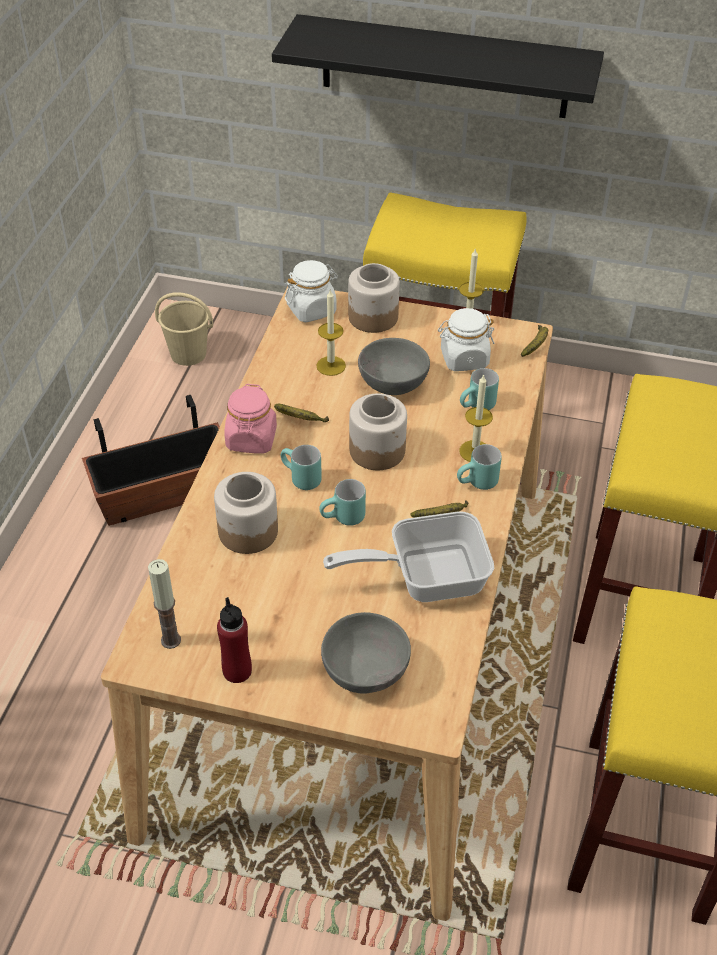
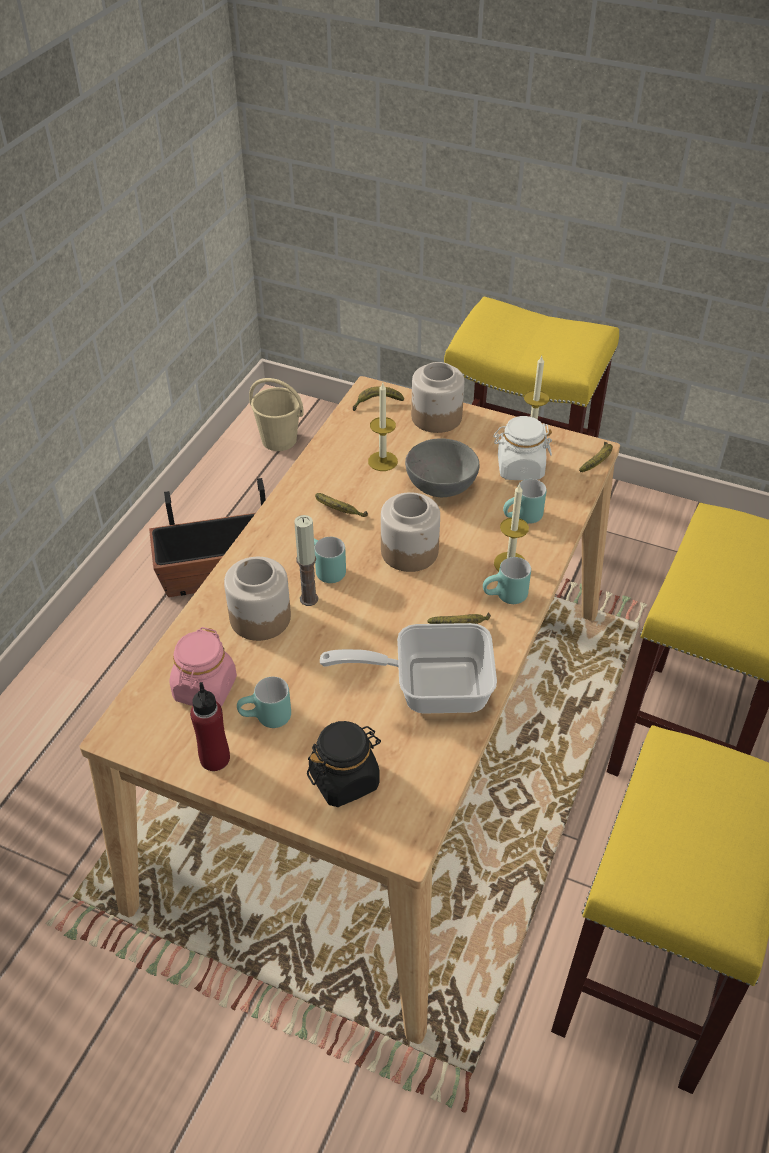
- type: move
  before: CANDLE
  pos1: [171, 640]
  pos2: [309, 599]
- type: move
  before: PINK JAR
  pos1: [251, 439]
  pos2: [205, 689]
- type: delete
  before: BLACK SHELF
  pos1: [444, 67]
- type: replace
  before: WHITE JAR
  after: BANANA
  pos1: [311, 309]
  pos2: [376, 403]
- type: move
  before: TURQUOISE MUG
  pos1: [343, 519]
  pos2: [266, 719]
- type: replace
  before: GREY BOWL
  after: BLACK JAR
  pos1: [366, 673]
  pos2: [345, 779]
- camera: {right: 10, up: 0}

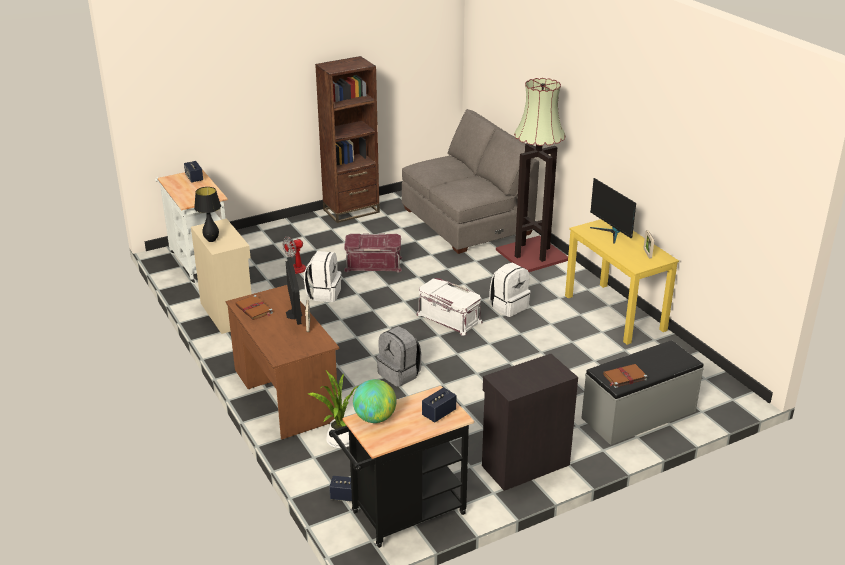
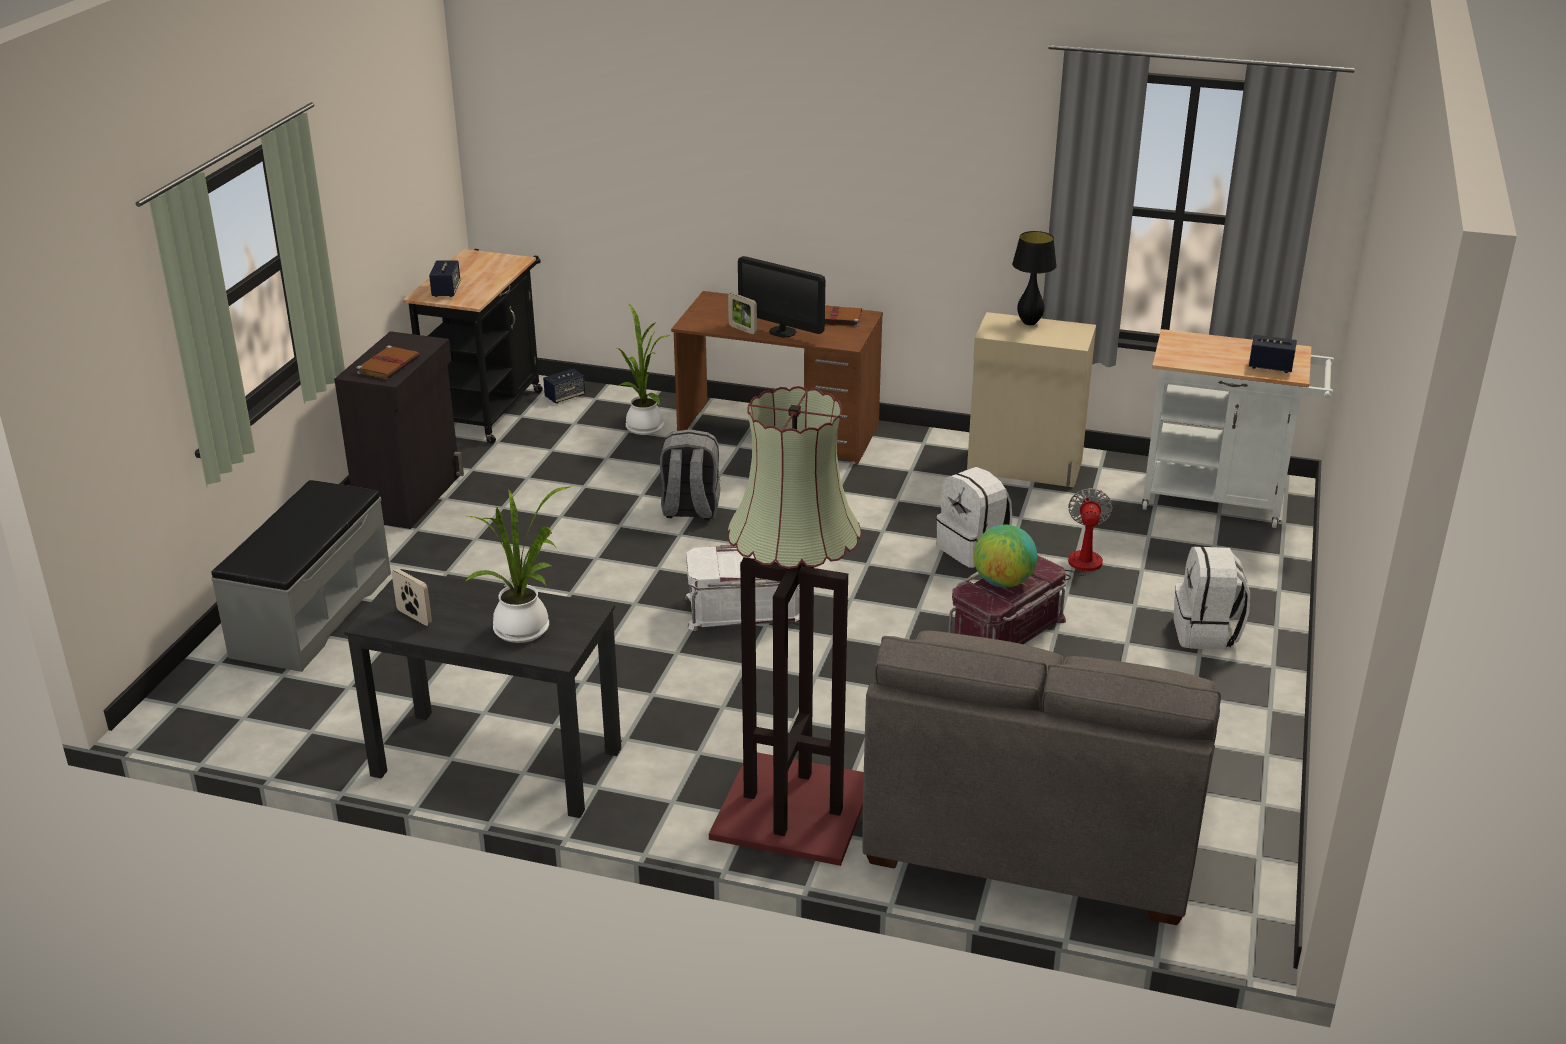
- type: delete
  before: BROWN BOOKCASE
  pos1: [351, 211]
- type: move
  before: GLOBE
  pos1: [375, 418]
  pos2: [1003, 582]
- type: move
  before: WHITE BACKPACK
  pos1: [509, 306]
  pos2: [1206, 633]
- type: recolor
  before: YELLOW DESK
  after: BLACK DESK
  pos1: [615, 313]
  pos2: [496, 762]
- type: replace
  before: MONITOR
  after: POTTED PLANT
  pos1: [611, 232]
  pos2: [526, 630]
- type: move
  before: BROWN BOOK
  pos1: [624, 377]
  pos2: [389, 365]
- camera: {right: 135, up: 0}

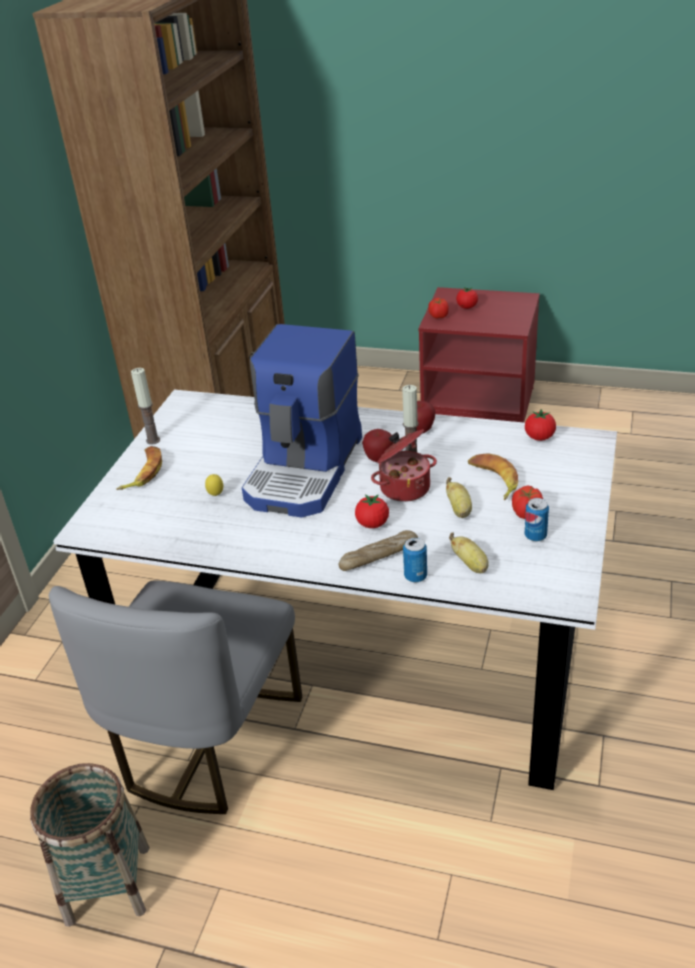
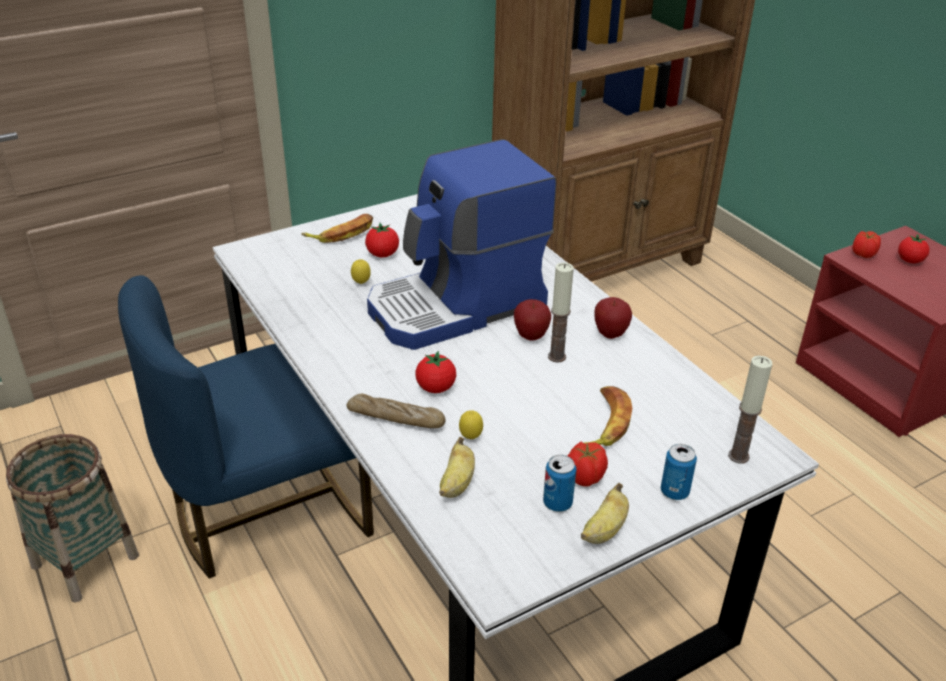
- type: recolor
  before: GREY CHAIR
  after: BLUE CHAIR
  pos1: [206, 741]
  pos2: [267, 511]
- type: move
  before: CANDLE
  pos1: [153, 440]
  pos2: [738, 456]
- type: delete
  before: COOKING POT
  pos1: [404, 487]
- type: move
  before: CAN
  pos1: [415, 576]
  pos2: [674, 491]
- type: move
  before: BANANA
  pos1: [459, 510]
  pos2: [604, 530]
- type: move
  before: TOMATO
  pos1: [539, 437]
  pos2: [382, 254]
- type: insert
  after: LEMON
  pos2: [470, 438]
- camera: {right: 40, up: 0}

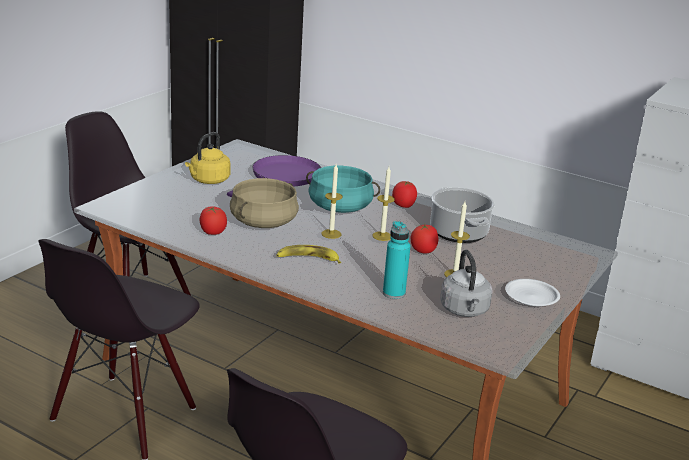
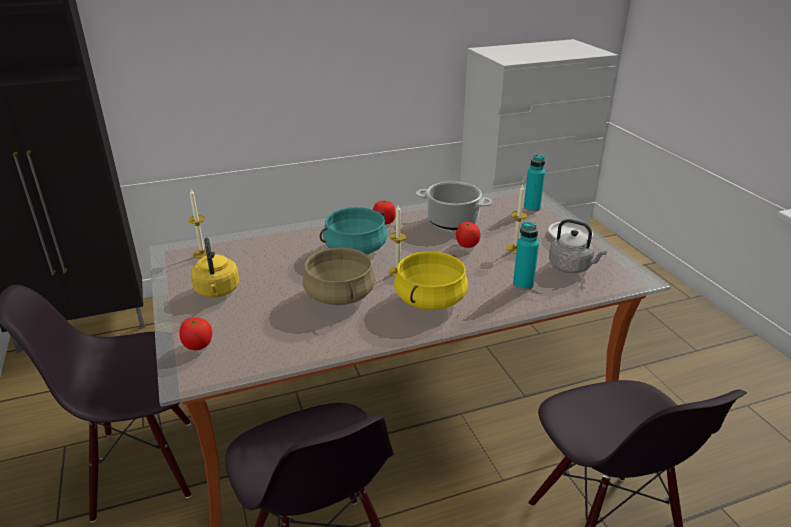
- type: move
  before: TOMATO
  pos1: [212, 232]
  pos2: [198, 346]
- type: delete
  before: PURPLE FRYING PAN
  pos1: [283, 177]
- type: replace
  before: BANANA
  after: YELLOW COOKING POT
  pos1: [308, 259]
  pos2: [430, 300]
- type: move
  before: CANDLE
  pos1: [382, 236]
  pos2: [202, 253]
- type: insert
  after: TURQUOISE BOTTLE
  pos2: [532, 208]
- camera: {right: -50, up: 5}

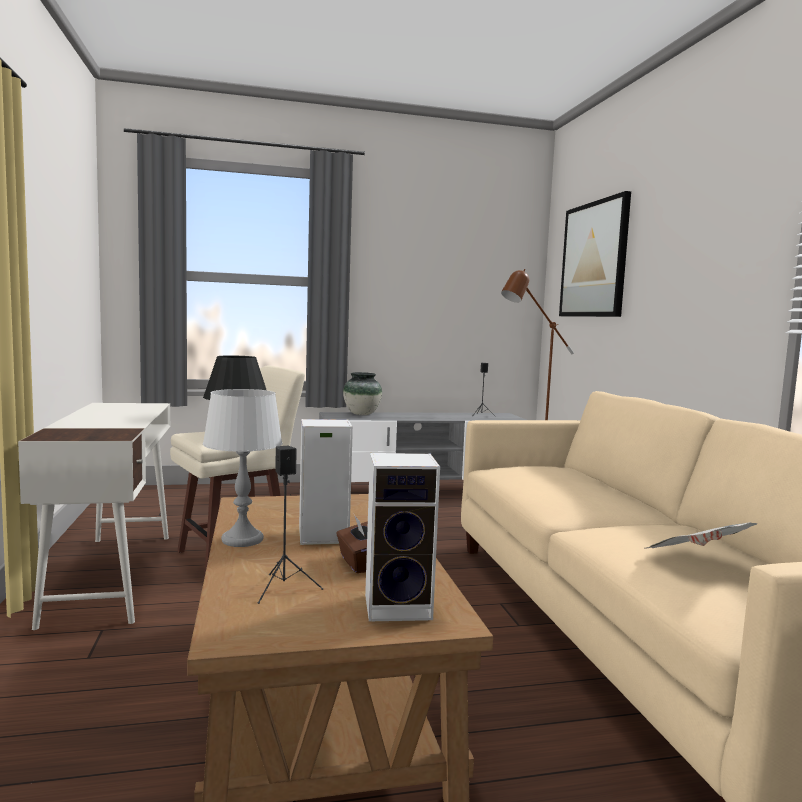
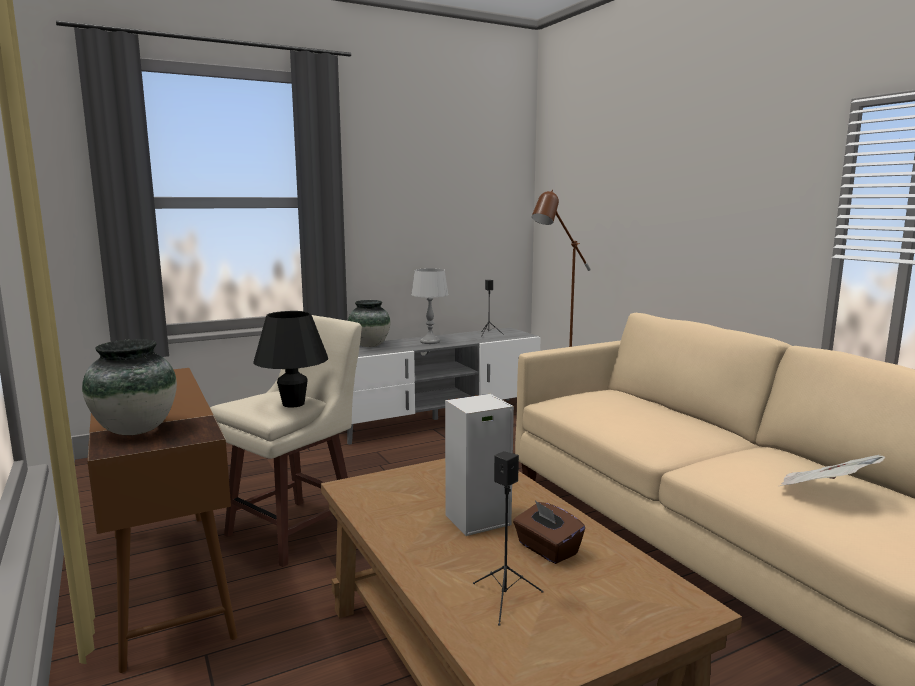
- type: recolor
  before: WHITE DESK
  after: BROWN DESK
  pos1: [112, 575]
  pos2: [168, 580]
- type: move
  before: GREY TABLE LAMP
  pos1: [242, 539]
  pos2: [430, 342]
- type: delete
  before: SPEAKER
  pos1: [400, 606]
- type: delete
  before: PICTURE
  pos1: [594, 260]
- type: insert
  after: VASE
  pos2: [136, 430]
- camera: {right: -15, up: 5}

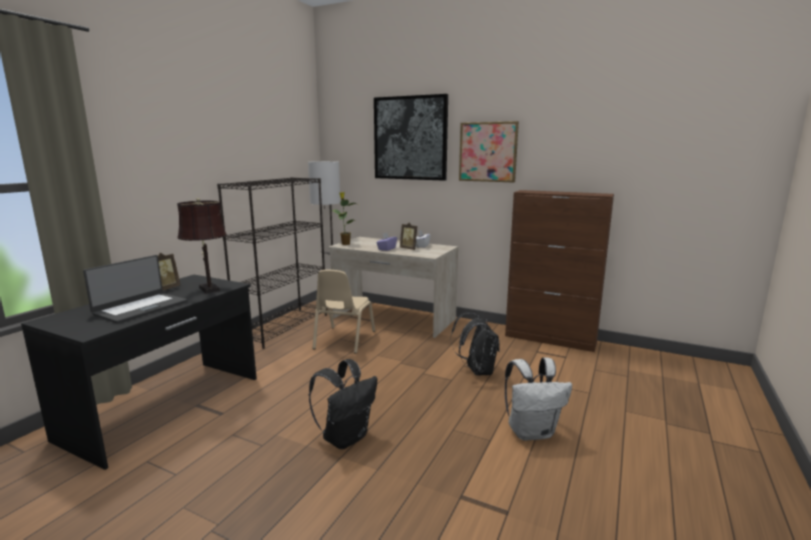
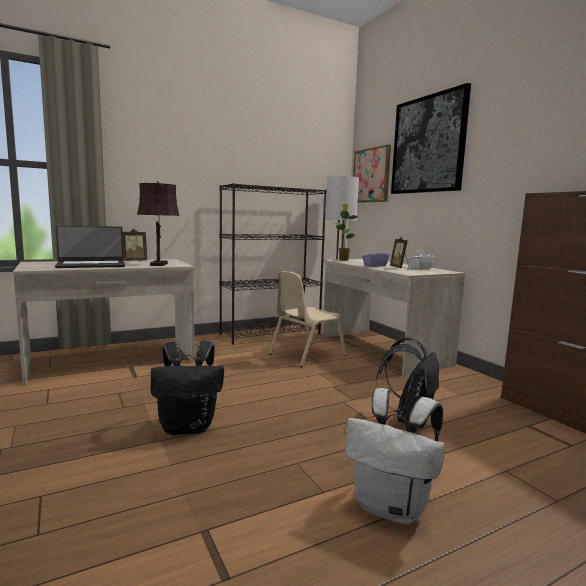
- type: recolor
  before: BLACK DESK
  after: BEIGE DESK
  pos1: [166, 407]
  pos2: [112, 361]
- type: move
  before: PICTURE
  pos1: [488, 152]
  pos2: [371, 175]
- camera: {right: 35, up: -5}

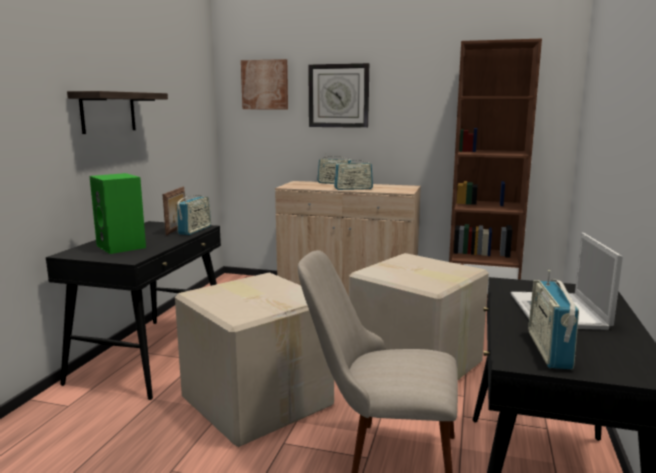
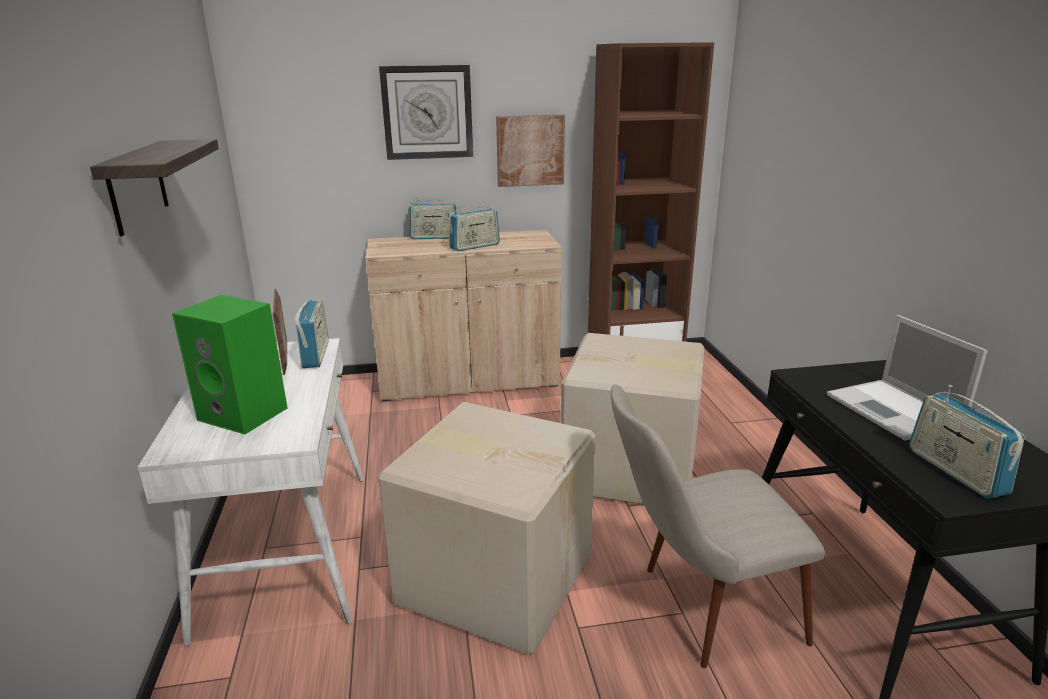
- type: recolor
  before: BLACK DESK
  after: WHITE DESK
  pos1: [152, 355]
  pos2: [287, 549]
- type: move
  before: PICTURE
  pos1: [265, 84]
  pos2: [530, 150]
- camera: {right: -25, up: 10}

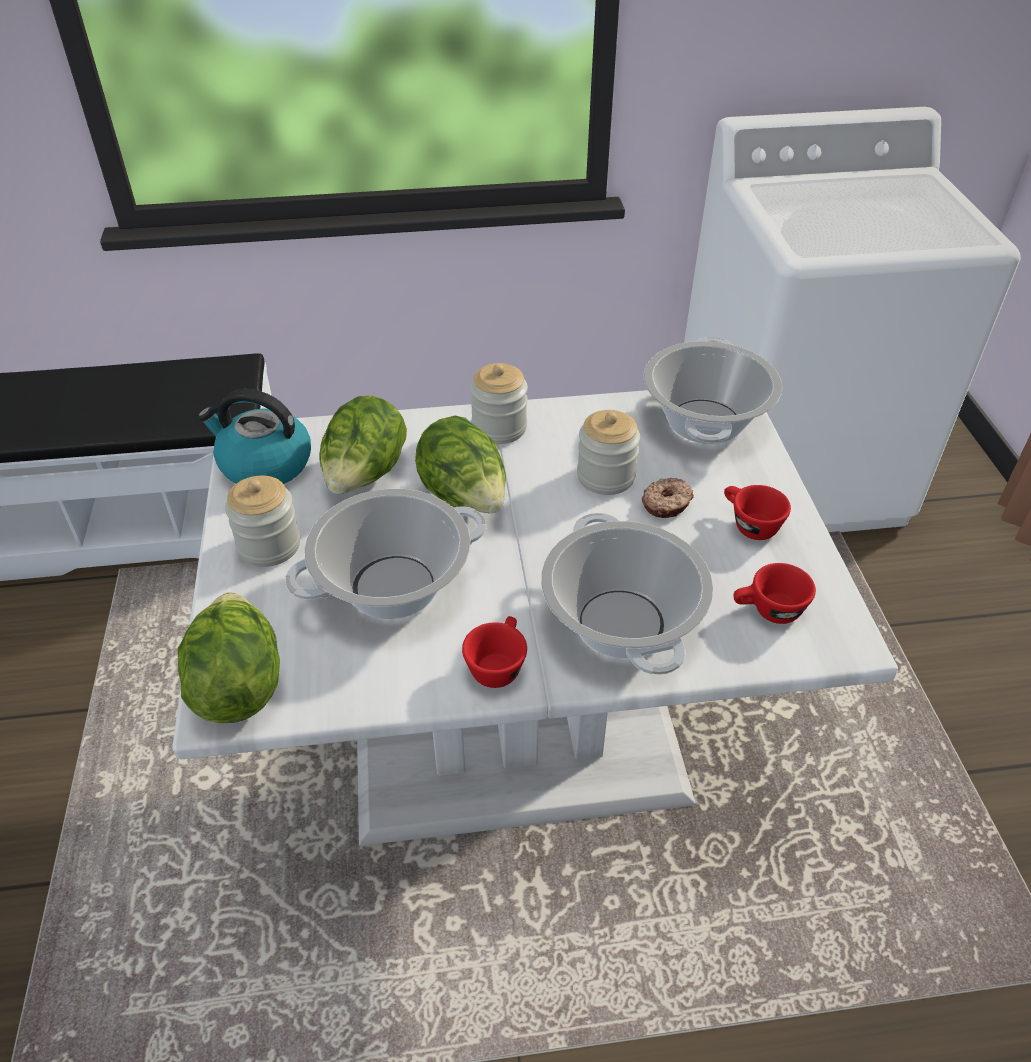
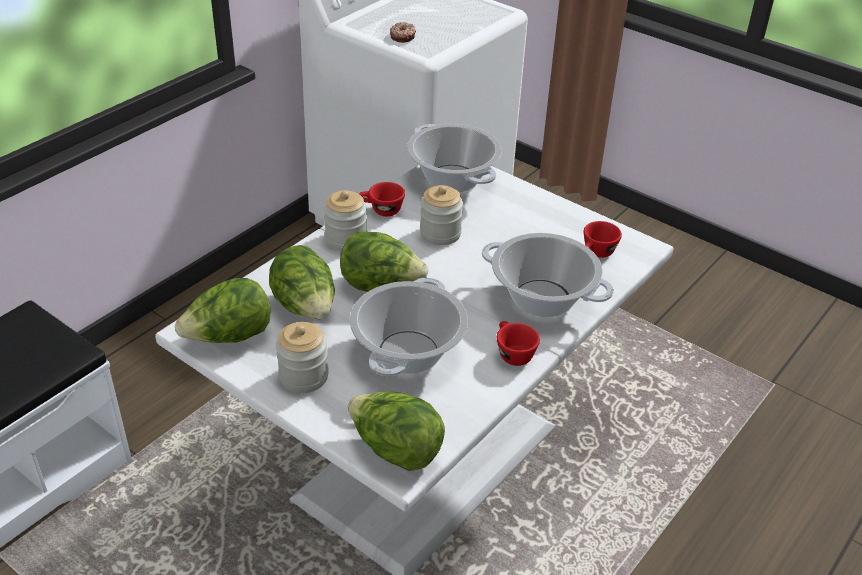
- type: replace
  before: KETTLE
  after: LETTUCE
  pos1: [264, 465]
  pos2: [229, 338]
- type: move
  before: DONUT
  pos1: [667, 504]
  pos2: [403, 37]
- type: move
  before: RED CUP
  pos1: [749, 524]
  pos2: [381, 210]
- camera: {right: -45, up: -5}

